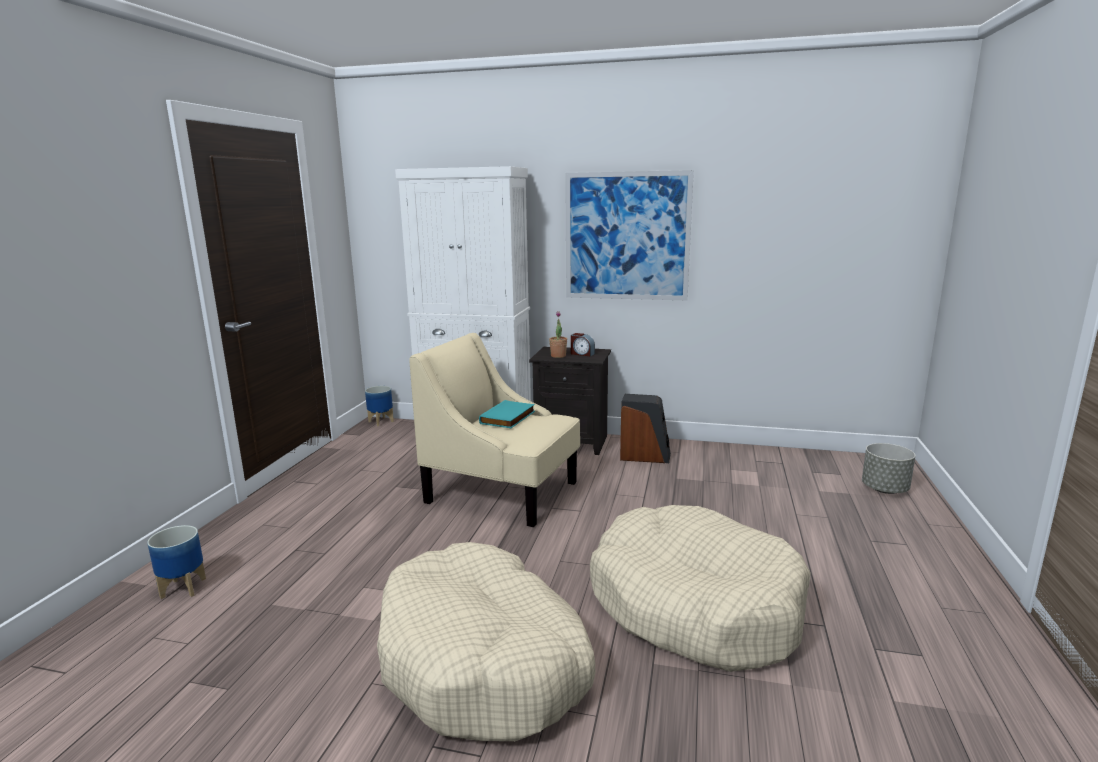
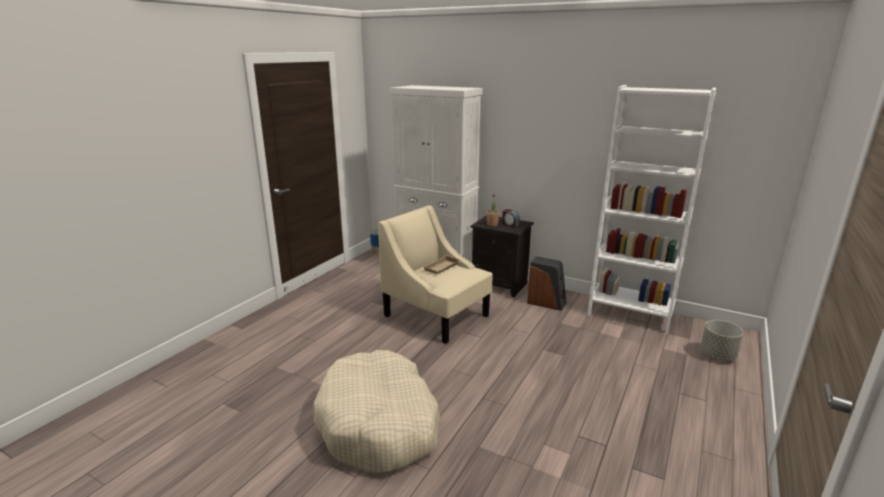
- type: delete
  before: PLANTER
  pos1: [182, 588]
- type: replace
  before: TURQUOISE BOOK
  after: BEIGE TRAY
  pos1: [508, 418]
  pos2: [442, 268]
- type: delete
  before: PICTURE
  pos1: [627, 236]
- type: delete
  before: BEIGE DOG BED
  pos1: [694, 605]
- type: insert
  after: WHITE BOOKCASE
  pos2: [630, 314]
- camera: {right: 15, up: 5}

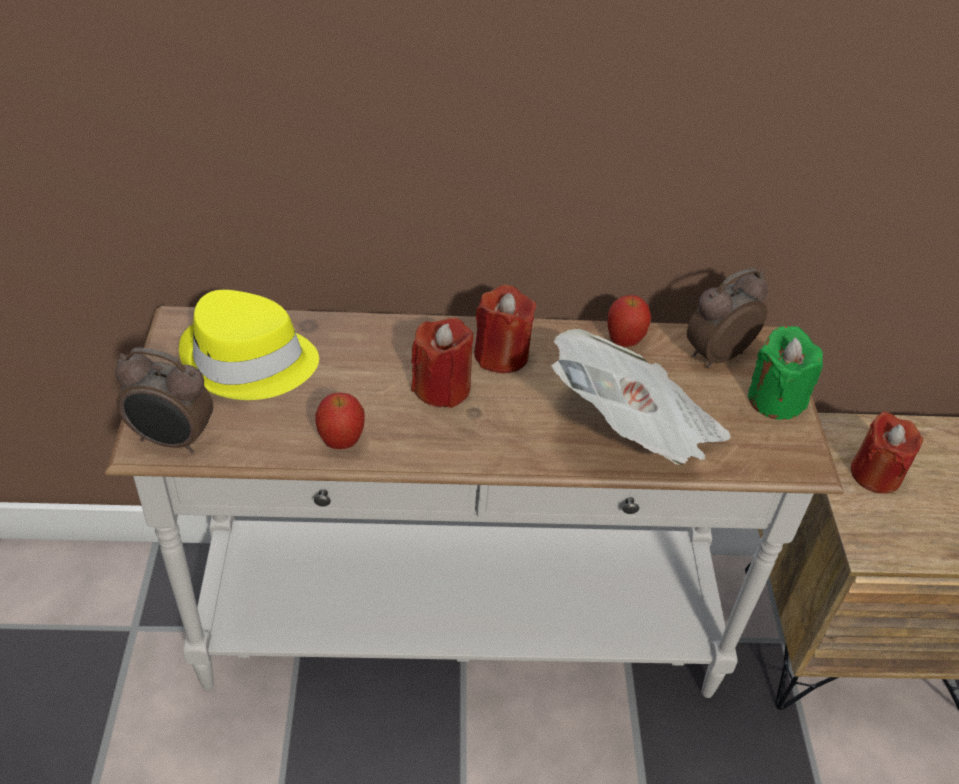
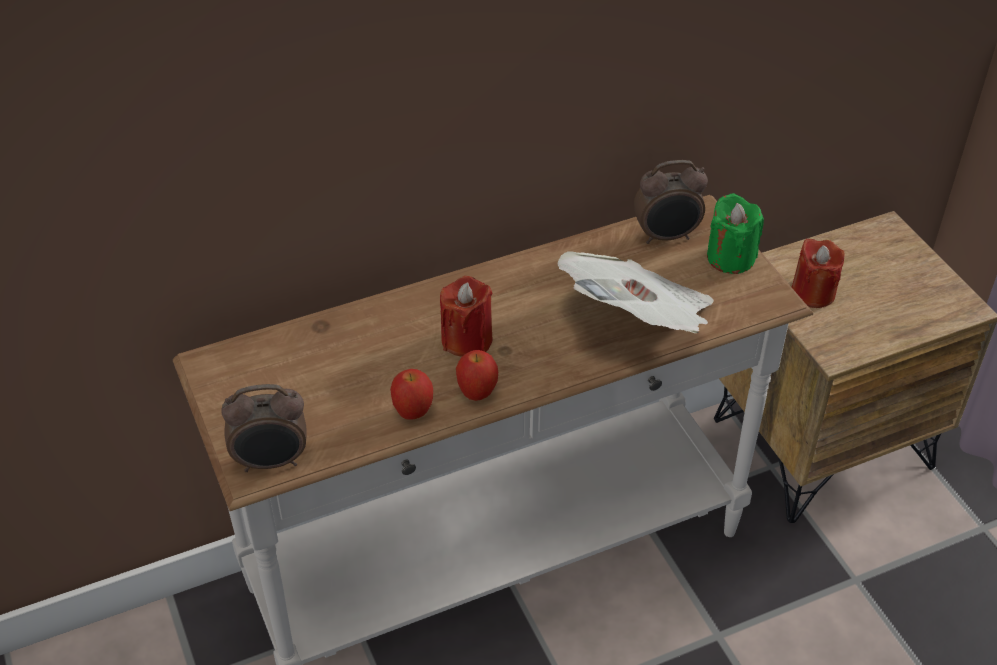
- type: delete
  before: YELLOW HAT
  pos1: [249, 362]
- type: delete
  before: RED CANDLE
  pos1: [501, 355]
- type: move
  before: APPLE
  pos1: [624, 341]
  pos2: [477, 393]
- type: rotate
  before: ALARM CLOCK
  pos1: [715, 354]
  pos2: [667, 236]
  turn: -135
- camera: {right: -20, up: 0}

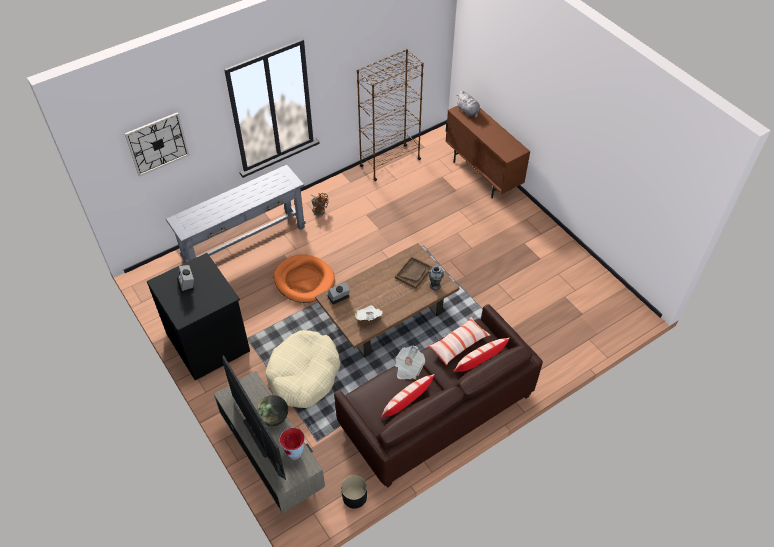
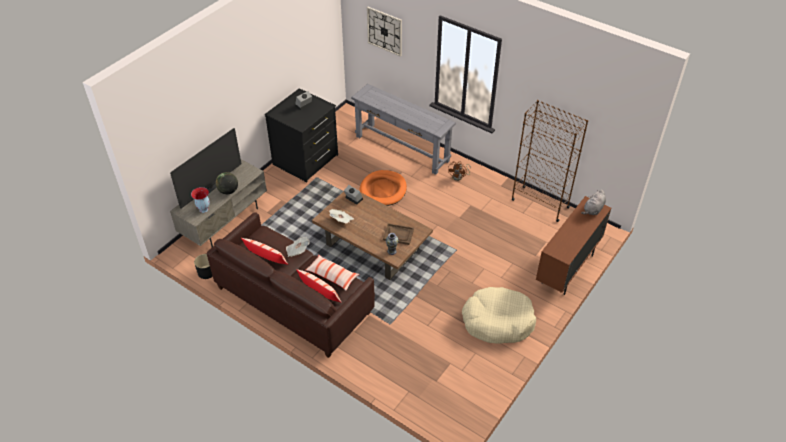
- type: move
  before: BEIGE DOG BED
  pos1: [304, 375]
  pos2: [497, 321]
- camera: {right: 70, up: -5}

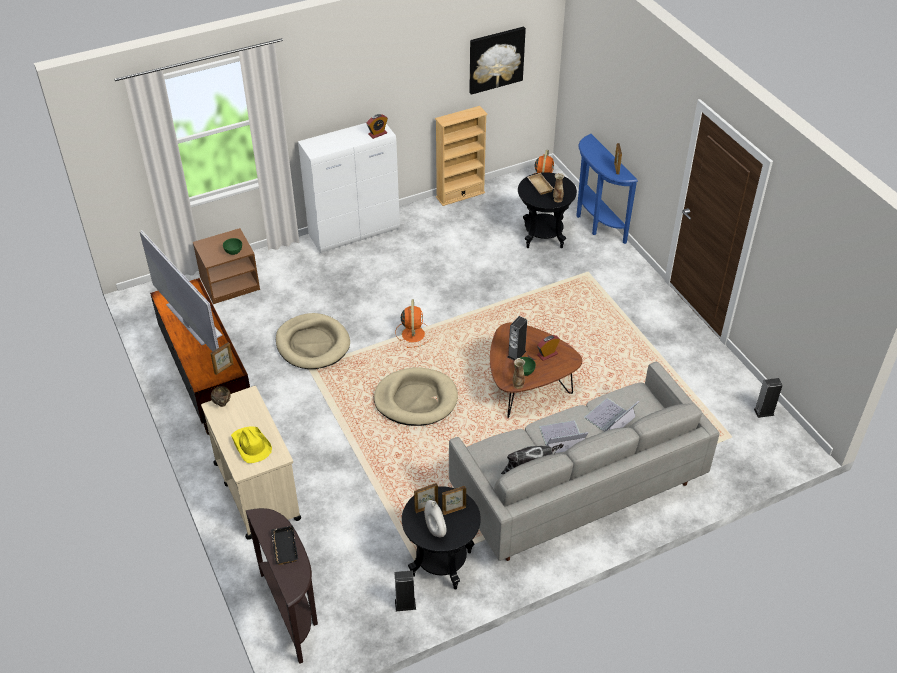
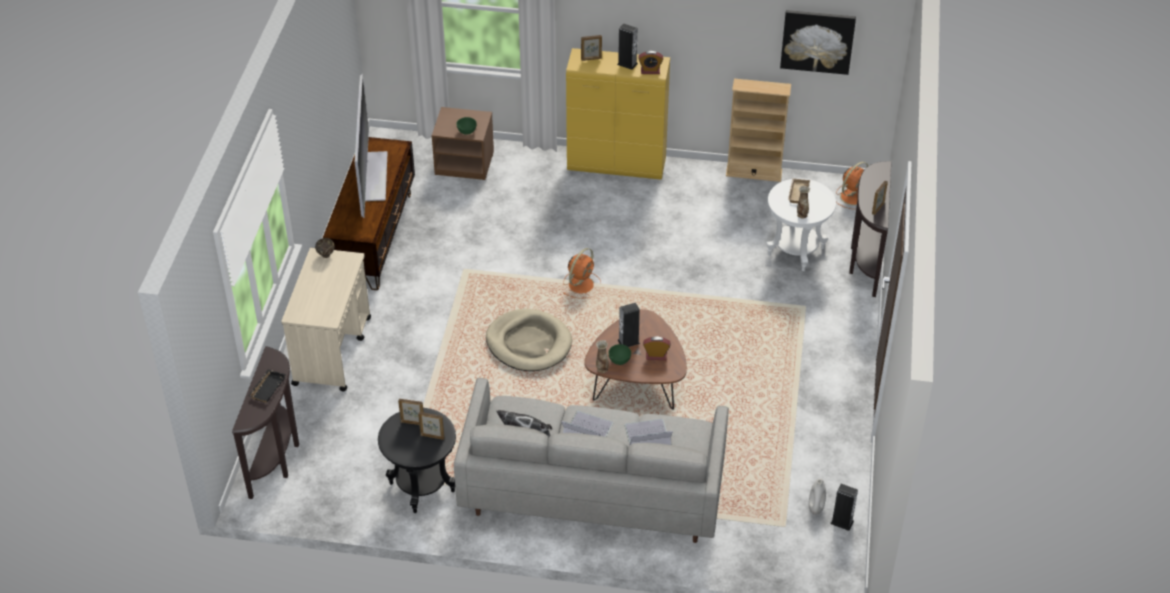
- type: move
  before: PICTURE FRAME
  pos1: [224, 368]
  pos2: [591, 59]
- type: delete
  before: YELLOW HAT
  pos1: [251, 446]
- type: delete
  before: BEIGE DOG BED
  pos1: [313, 344]
- type: recolor
  before: WHITE CABINET
  after: YELLOW CABINET
  pos1: [355, 233]
  pos2: [617, 165]
- type: move
  before: SPEAKER
  pos1: [405, 604]
  pos2: [627, 64]
- type: move
  before: WHITE VASE
  pos1: [435, 529]
  pos2: [816, 507]
- type: recolor
  before: BLACK SIDE TABLE
  after: WHITE SIDE TABLE
  pos1: [543, 237]
  pos2: [796, 251]
- type: recolor
  before: BLUE CONSOLE TABLE
  after: BROWN CONSOLE TABLE
  pos1: [595, 222]
  pos2: [864, 262]
- camera: {right: 35, up: 0}

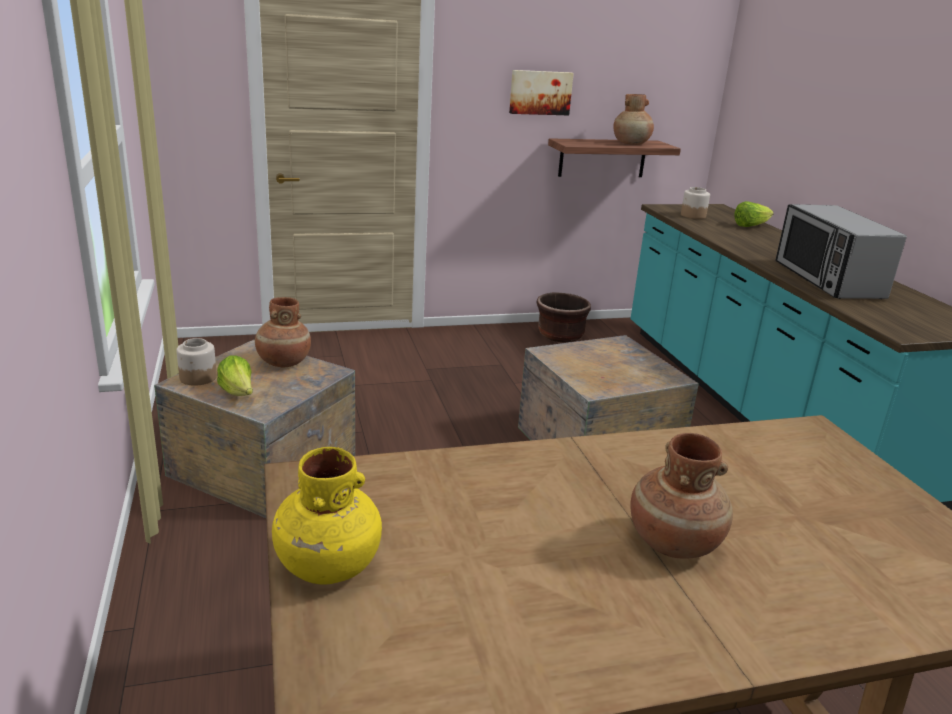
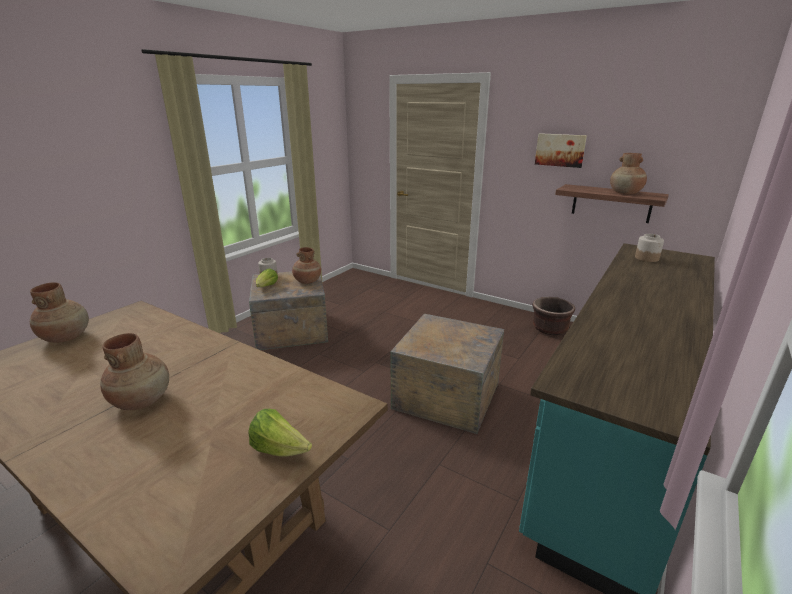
- type: recolor
  before: YELLOW VASE
  after: BROWN VASE
  pos1: [327, 565]
  pos2: [66, 337]
- type: move
  before: LETTUCE
  pos1: [750, 226]
  pos2: [279, 449]
- type: delete
  before: MICROWAVE
  pos1: [827, 280]
- camera: {right: 50, up: 0}

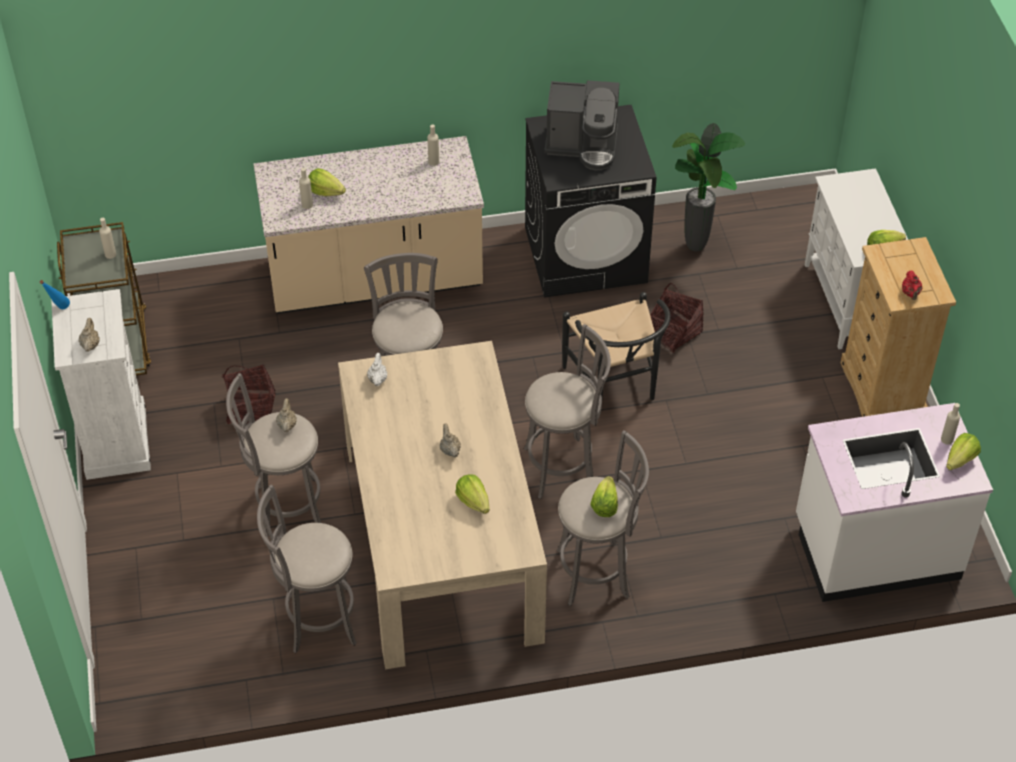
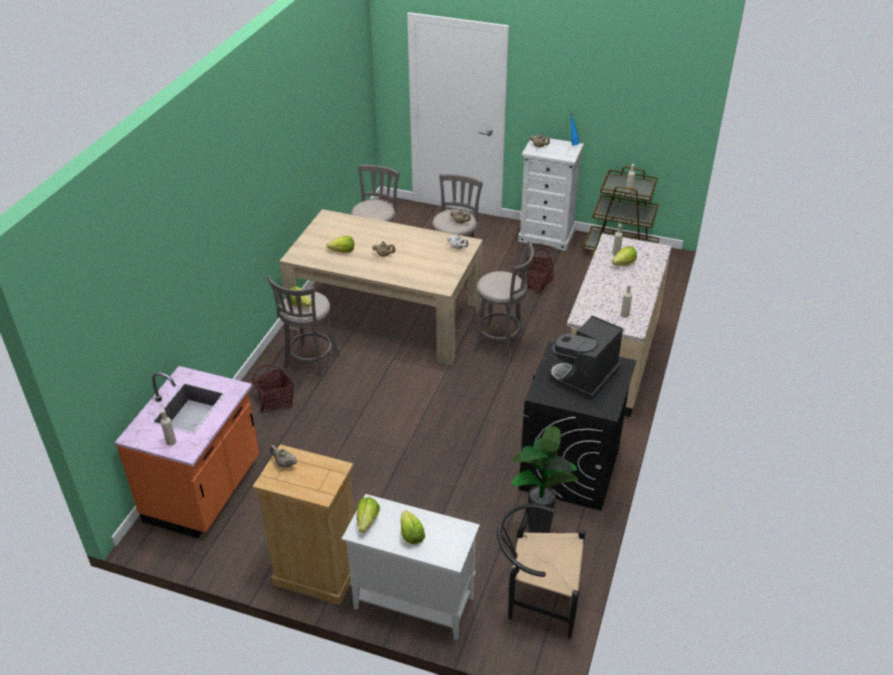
- type: delete
  before: GREY STOOL
  pos1: [564, 467]
- type: move
  before: BLACK CHAIR
  pos1: [616, 386]
  pos2: [537, 600]
- type: move
  before: BASKET
  pos1: [673, 332]
  pos2: [276, 400]
- type: recolor
  before: WHITE COUNTER
  after: ORANGE COUNTER
  pos1: [876, 548]
  pos2: [205, 492]
- type: recolor
  before: RED TEAPOT
  after: BEIGE TEAPOT
  pos1: [910, 293]
  pos2: [284, 464]
- type: move
  before: LETTUCE
  pos1: [960, 460]
  pos2: [411, 535]
- camera: {right: 120, up: -10}

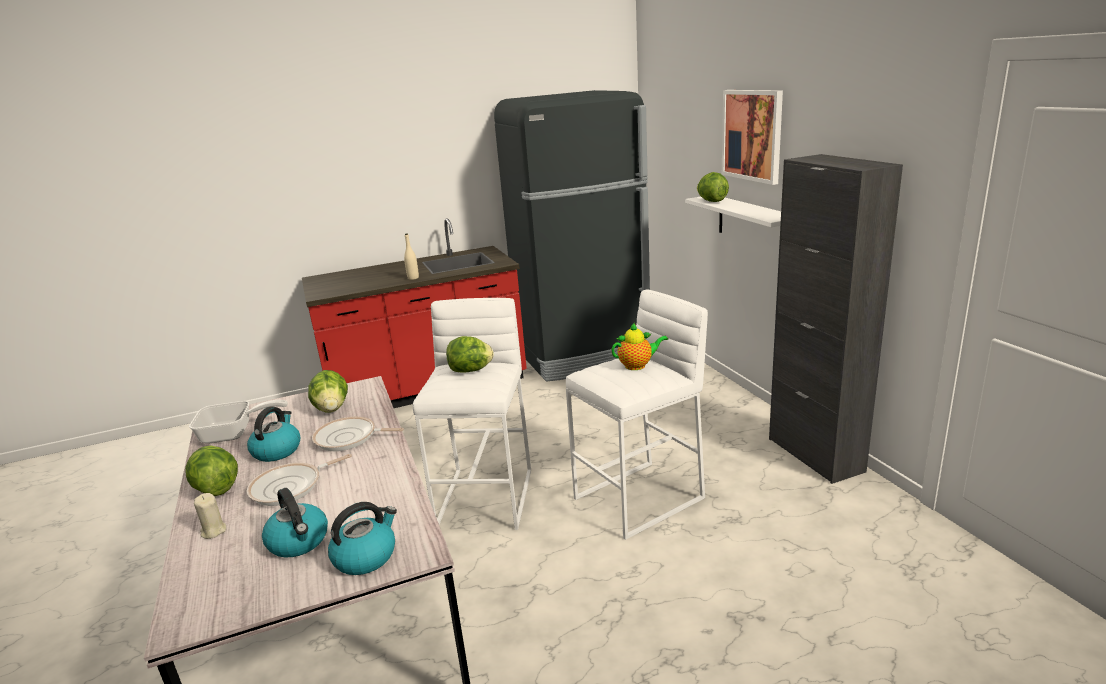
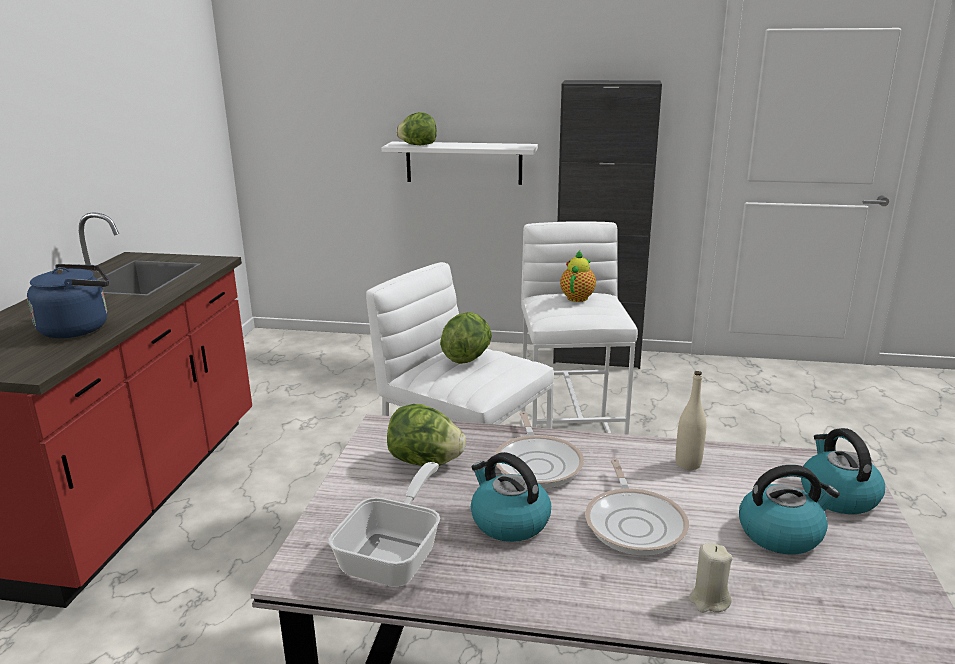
- type: delete
  before: LETTUCE
  pos1: [216, 489]
- type: rotate
  before: FRYING PAN
  pos1: [349, 438]
  pos2: [538, 464]
  turn: -45
- type: move
  before: BEIGE BOTTLE
  pos1: [413, 278]
  pos2: [688, 464]
- type: delete
  before: BLACK FRIDGE
  pos1: [584, 355]
- type: delete
  before: PICTURE
  pos1: [752, 135]
- type: insert
  after: BLUE KETTLE
  pos2: [79, 328]
- camera: {right: -60, up: 0}

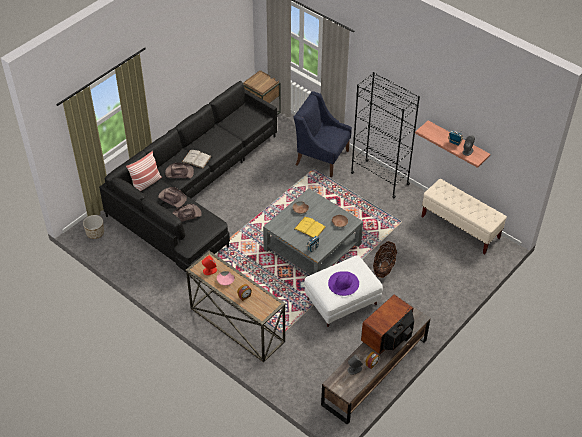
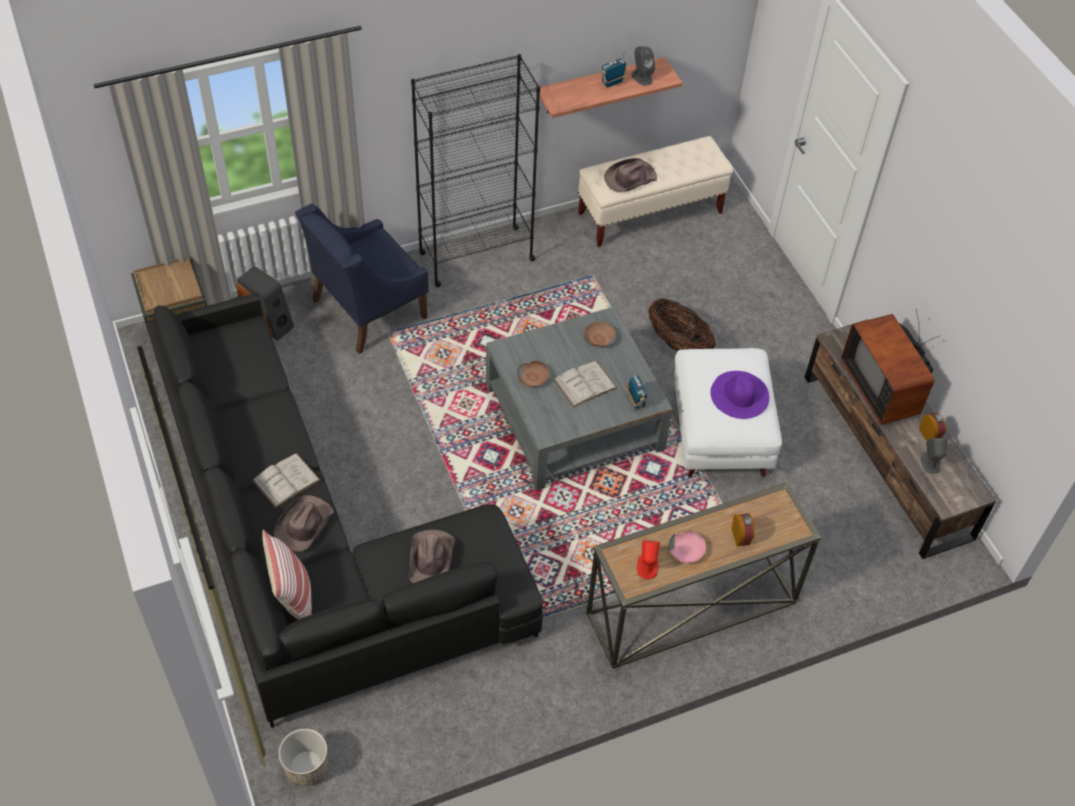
- type: move
  before: BROWN HAT
  pos1: [172, 198]
  pos2: [629, 178]
- type: recolor
  before: YELLOW BOOK
  after: WHITE BOOK
  pos1: [310, 228]
  pos2: [585, 384]
- type: insert
  after: SPEAKER
  pos2: [269, 322]
- camera: {right: -65, up: 5}

